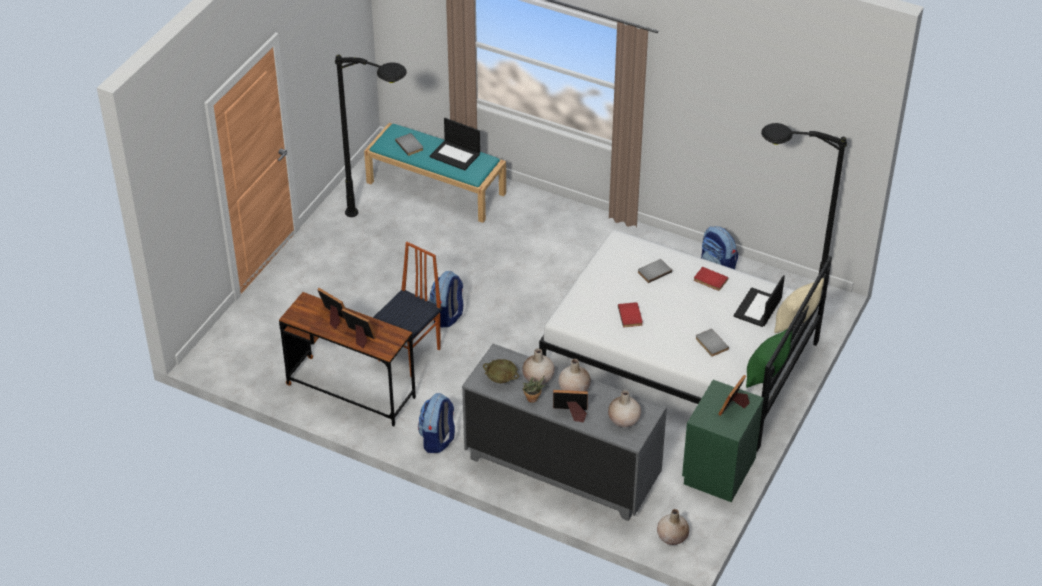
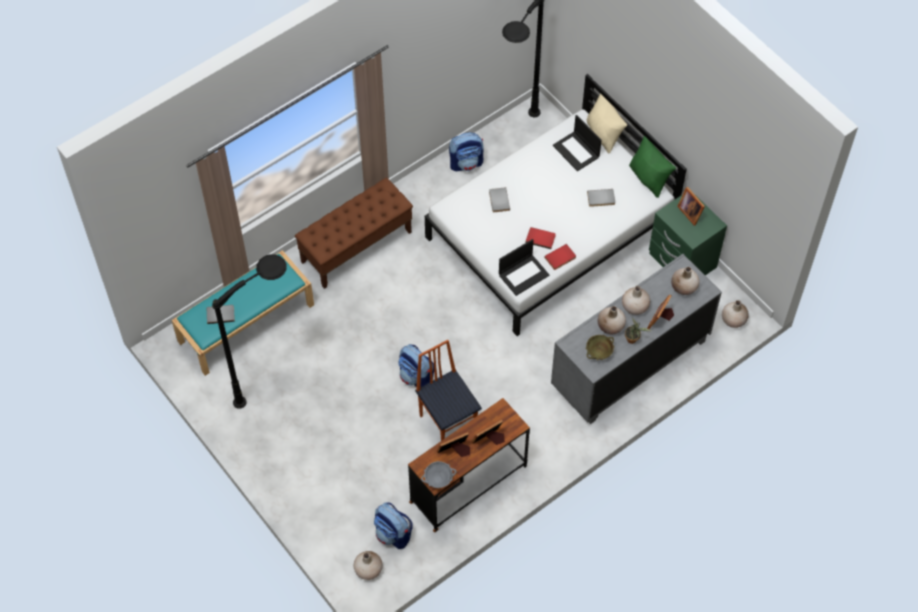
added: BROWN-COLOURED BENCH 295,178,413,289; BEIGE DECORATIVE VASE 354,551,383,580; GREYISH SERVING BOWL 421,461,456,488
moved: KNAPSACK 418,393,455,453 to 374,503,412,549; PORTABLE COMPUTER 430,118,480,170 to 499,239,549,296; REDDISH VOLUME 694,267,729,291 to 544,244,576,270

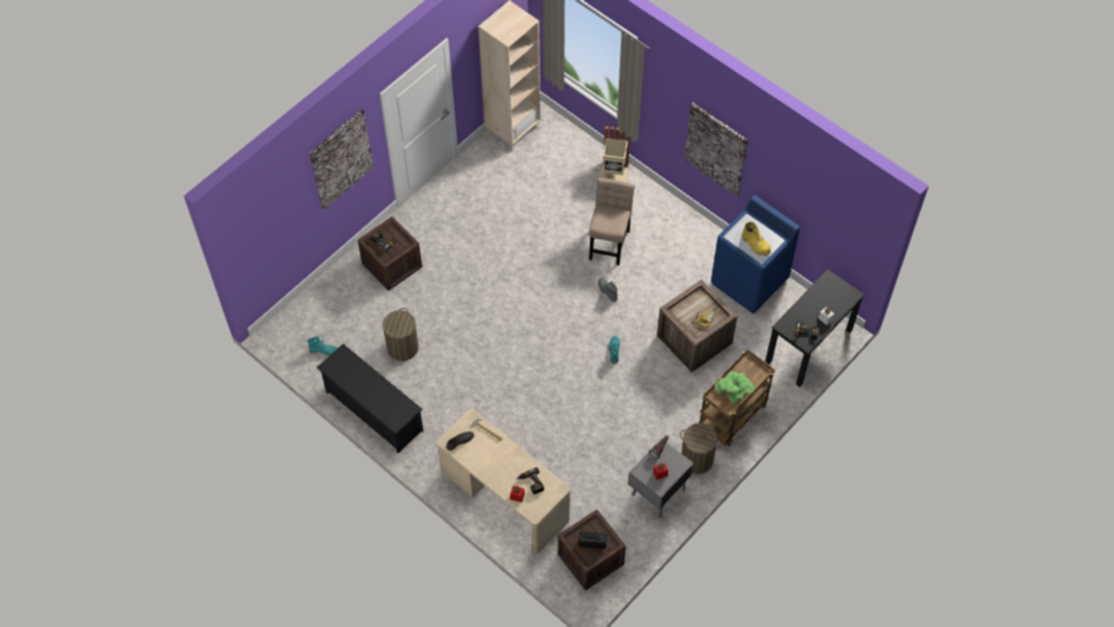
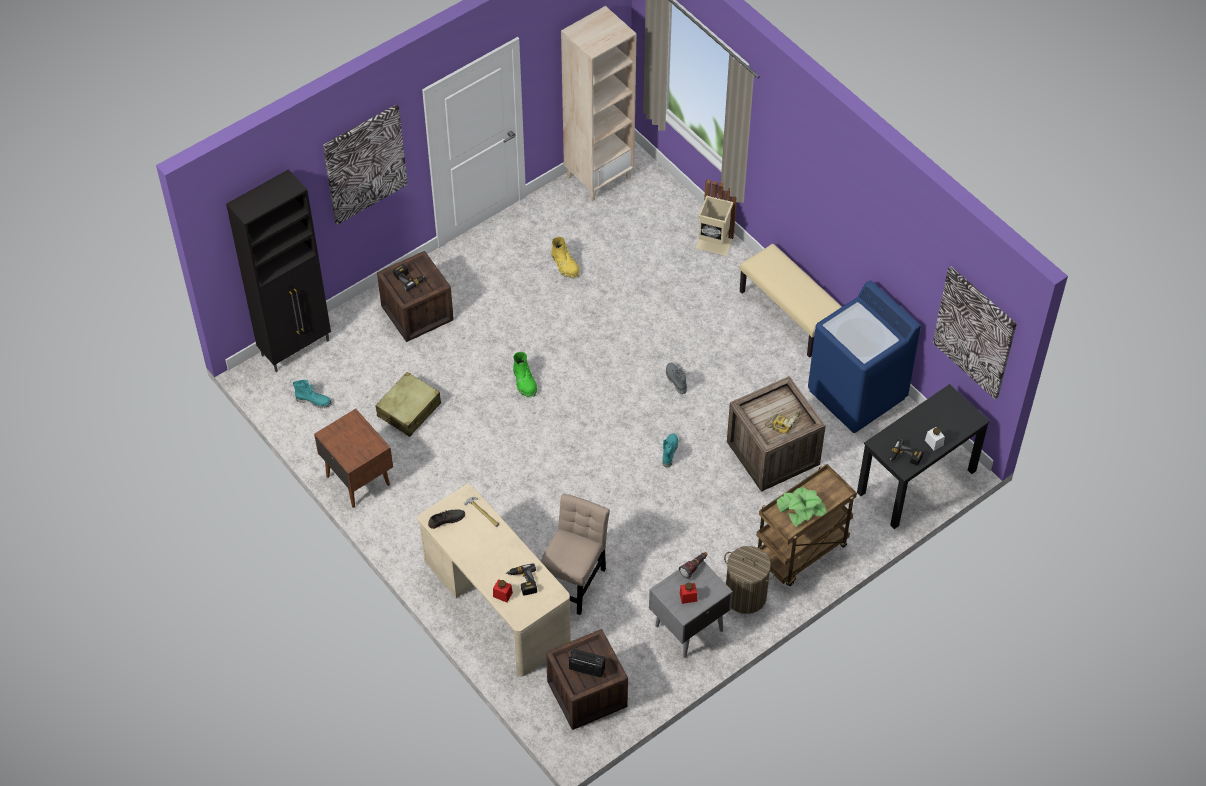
added: BLACK CUPBOARD 226,169,331,372; GREEN-COLOURED HIGH-TOP BOOT 513,352,537,398; BEIGE BENCH 740,244,842,358
moved: BEIGE UPRIGHT CHAIR 589,178,635,265 to 541,494,610,615; WALL PICTURE 684,102,748,196 to 933,266,1017,399; YELLOWISH HIGH-TOP BOOT 741,222,771,256 to 551,237,580,279
replaced: BLACK SHOE STAND 317,344,424,453 to BROWN-COLOURED NIGHT TABLE 314,409,393,508; HAMPER 383,308,419,361 to BEIGE TRAVEL CASE 375,372,441,437

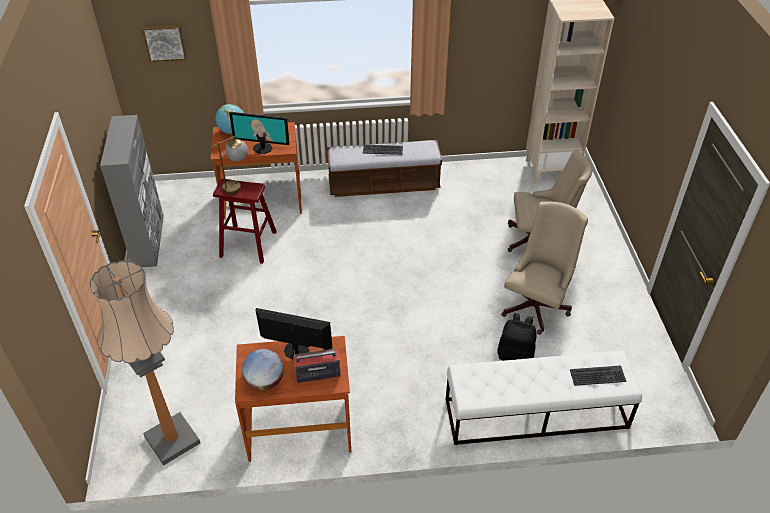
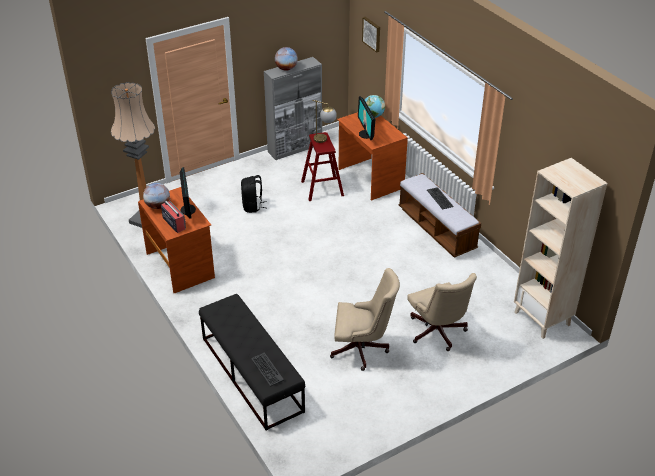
added: WORLD GLOBE 275,47,298,71
moved: BLACK KNAPSACK 498,313,537,361 to 241,175,267,213
recoloured: WHITISH BENCH 446,350,642,445 to BLACK BENCH 199,294,305,431

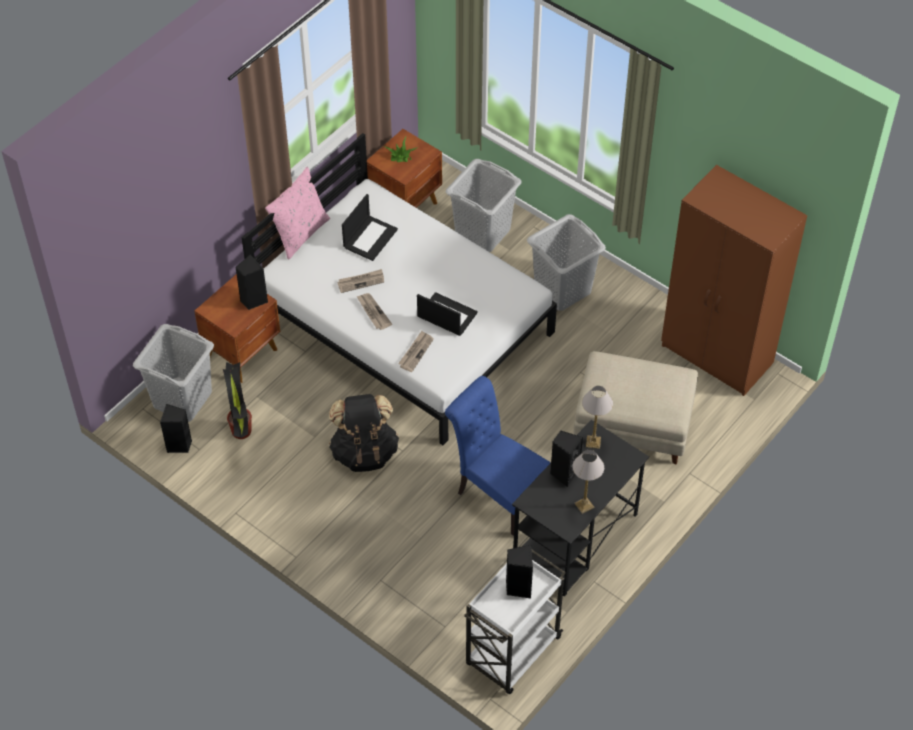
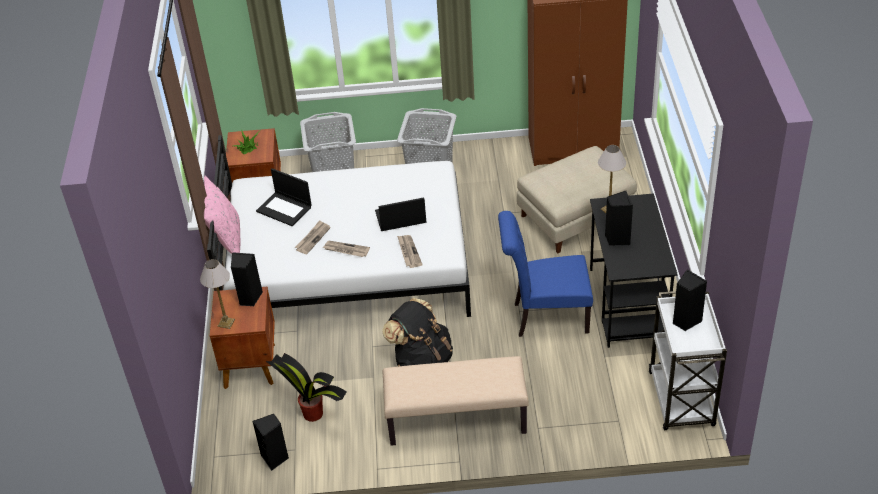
removed: GREYISH HAMPER 133,324,214,422
added: BEIGE BENCH 383,356,529,446
moved: LAMP FOR A TABLE 572,450,604,514 to 200,259,235,329
turned: PORTABLE COMPUTER 342,194,398,261 = 256,168,312,226 135 degrees clockwise

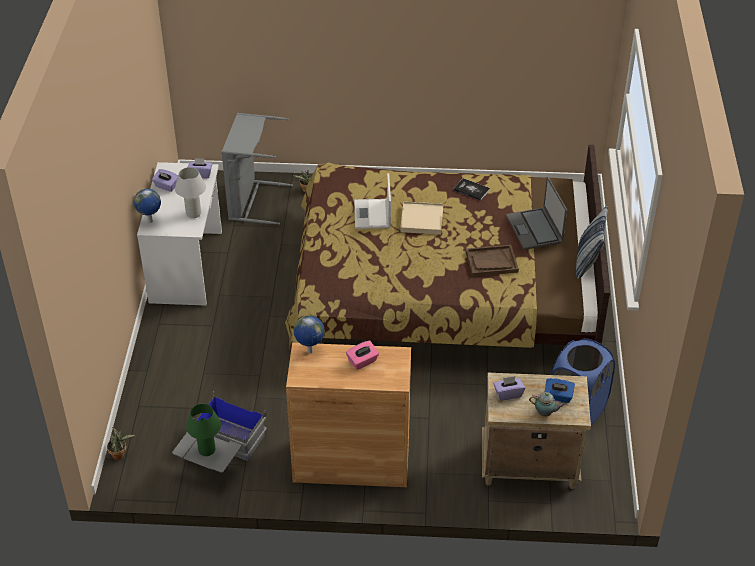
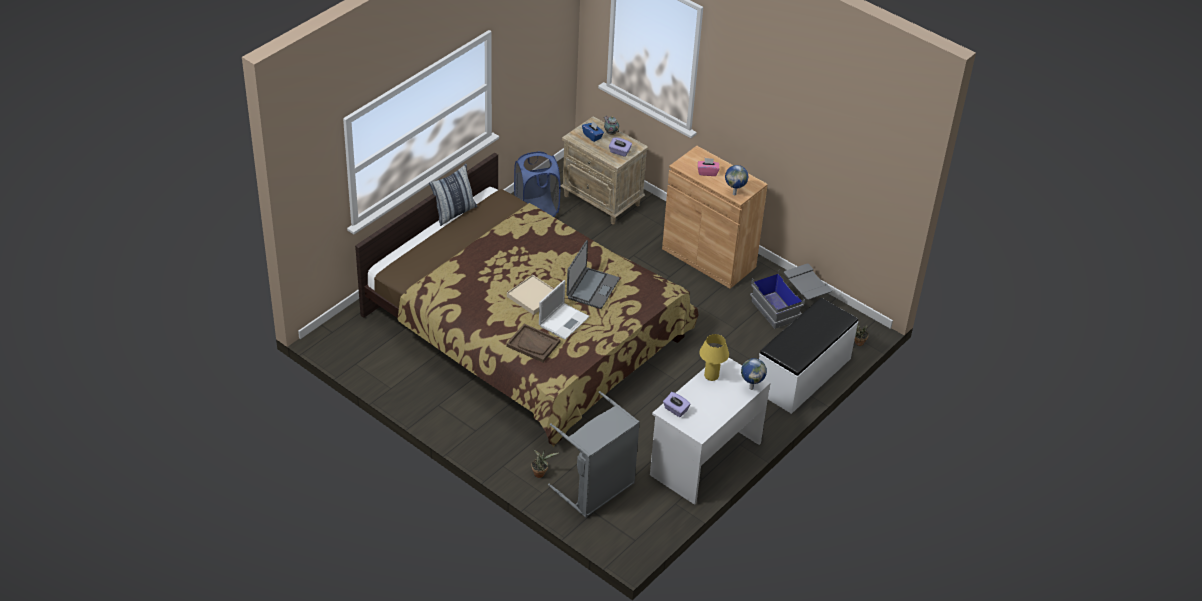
removed: PURPLE-COLOURED BOX OF TISSUES 152,169,178,192; GREEN-COLOURED LAMP FOR A TABLE 186,404,221,456; VOLUME 453,178,490,201
added: WHITISH BENCH 759,298,858,414
moved: BROWN-COLOURED TRAY 466,245,519,277 to 506,324,561,362; PORTABLE COMPUTER 506,177,567,250 to 567,240,619,309
recoloured: WHITISH LAMP FOR A TABLE 175,167,206,218 to YELLOWISH LAMP FOR A TABLE 699,334,729,381

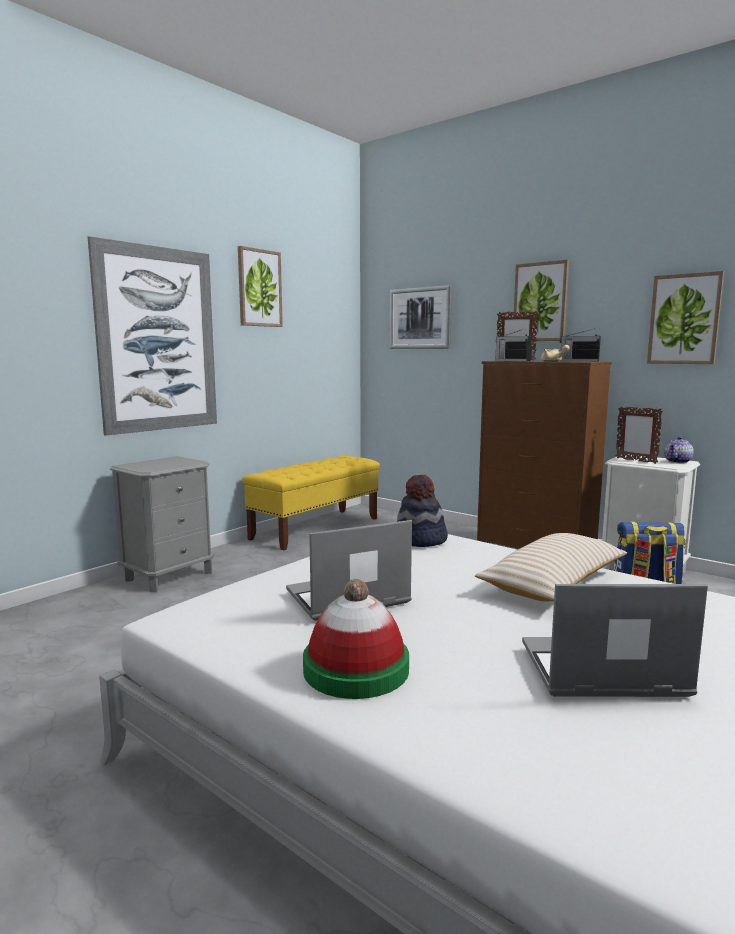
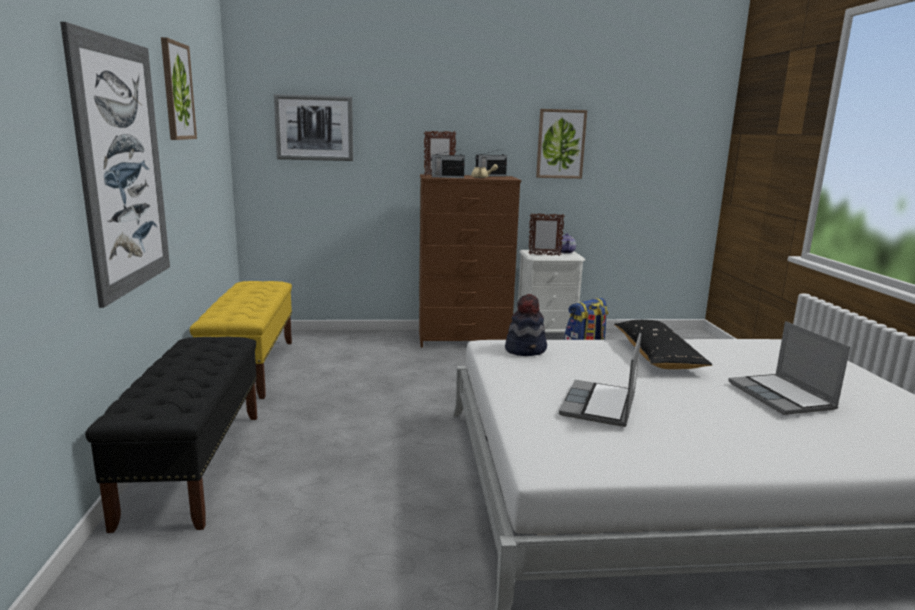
removed: CLOTHING HAT 303,579,409,699; WALL PICTURE 514,260,569,341
replaced: GREYISH NIGHT TABLE 110,456,214,592 to BLACK BENCH 85,336,257,533
recoloured: BEIGE PILLOW 475,533,627,602 to BLACK PILLOW 614,320,712,369
turned: PORTABLE COMPUTER 522,584,708,697 = 728,321,850,415 60 degrees counterclockwise

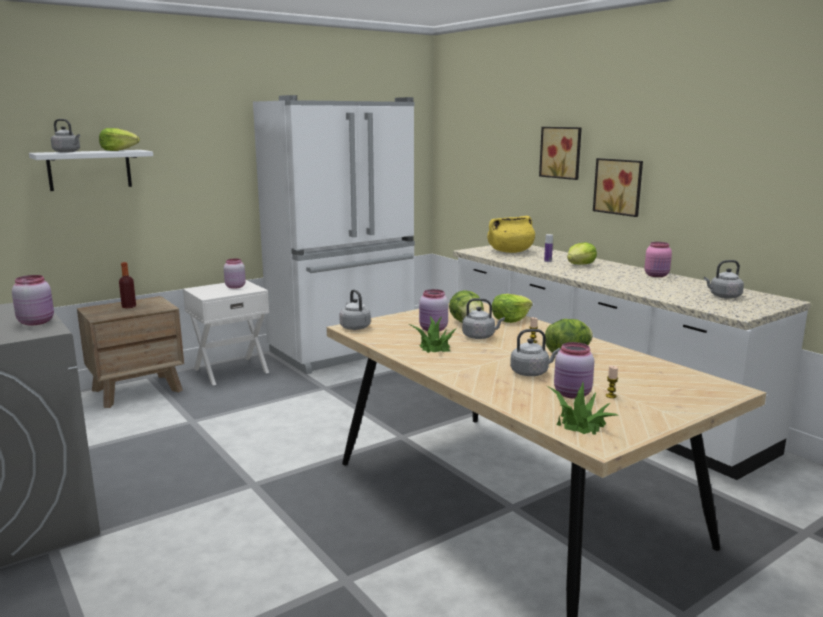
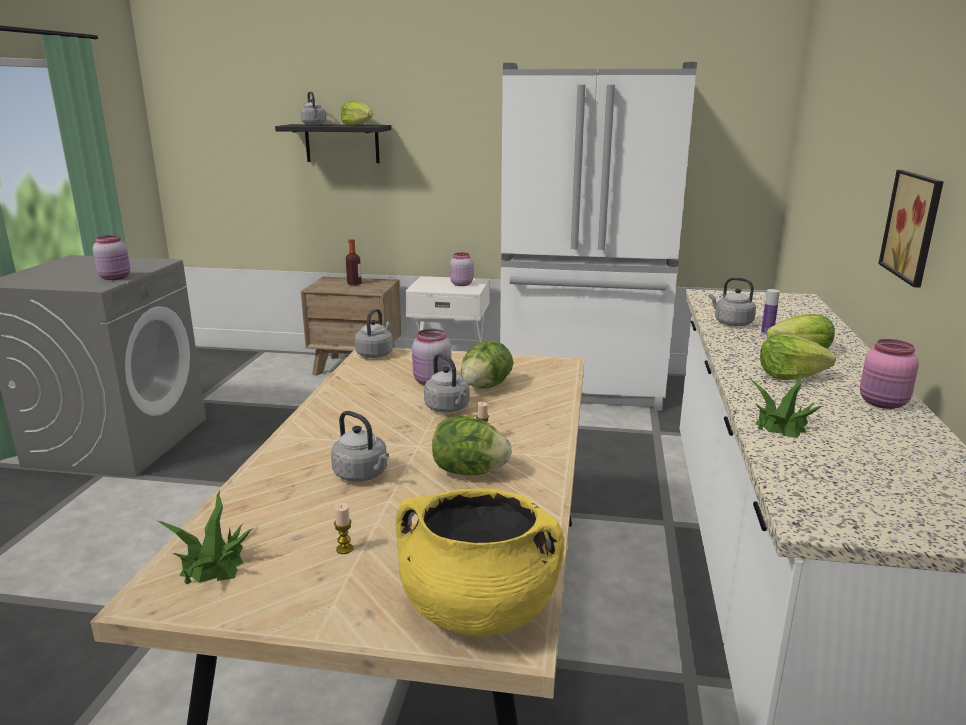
removed: WALL PICTURE 539,127,582,180; PINK STORAGE JAR 554,342,594,399
moved: HOUSEPLANT 409,316,457,353 to 750,375,823,438; YELLOWISH SAUCEPOT 487,216,535,253 to 396,488,564,636; LETTUCE HEAD 492,294,533,323 to 760,334,836,380; GREYISH WATER KETTLE 704,260,744,299 to 709,277,756,326
recoloured: WHITISH SHELF 29,150,153,191 to BLACK SHELF 275,124,391,163

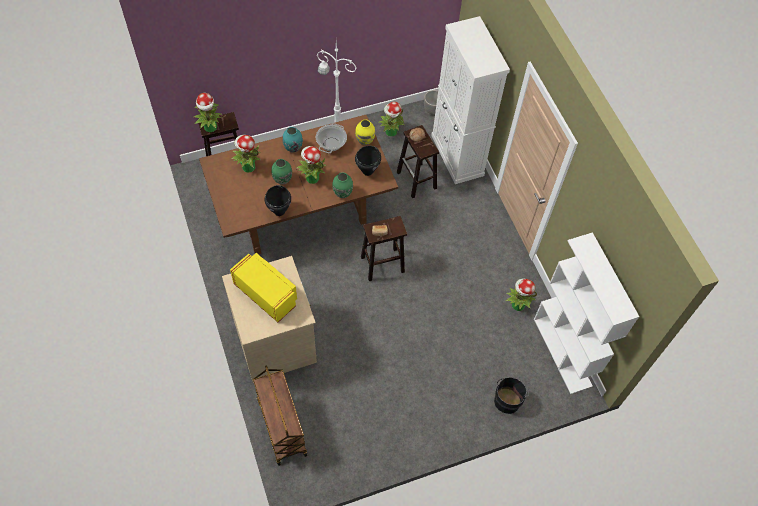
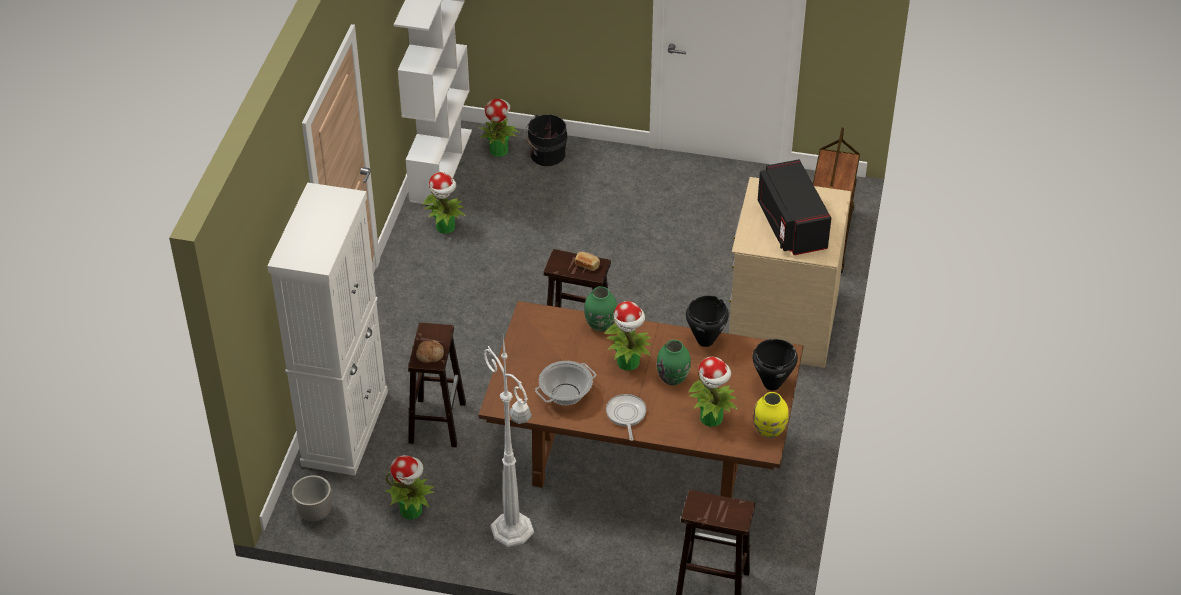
moved: HOUSEPLANT 194,93,221,132 to 480,99,520,157; YELLOWISH DECORATIVE VASE 355,119,375,145 to 753,392,789,438; BLACK SAUCEPOT 355,146,381,176 to 752,339,798,390
replaced: TURQUOISE-COLOURED DECORATIVE VASE 282,127,303,153 to FRYING PAN 606,394,646,441
recoloured: YELLOWISH KITCHEN MICROWAVE 230,253,297,322 to BLACK KITCHEN MICROWAVE 758,159,831,255

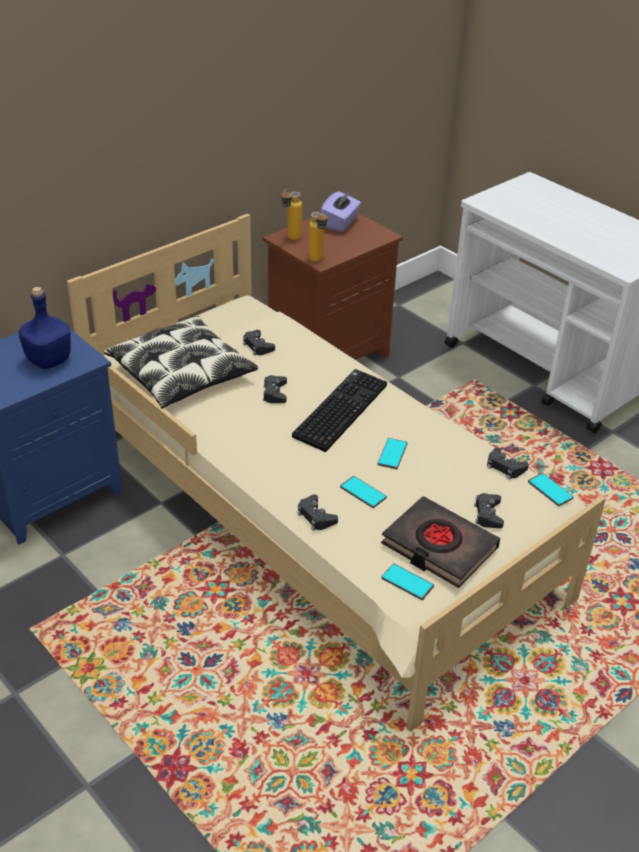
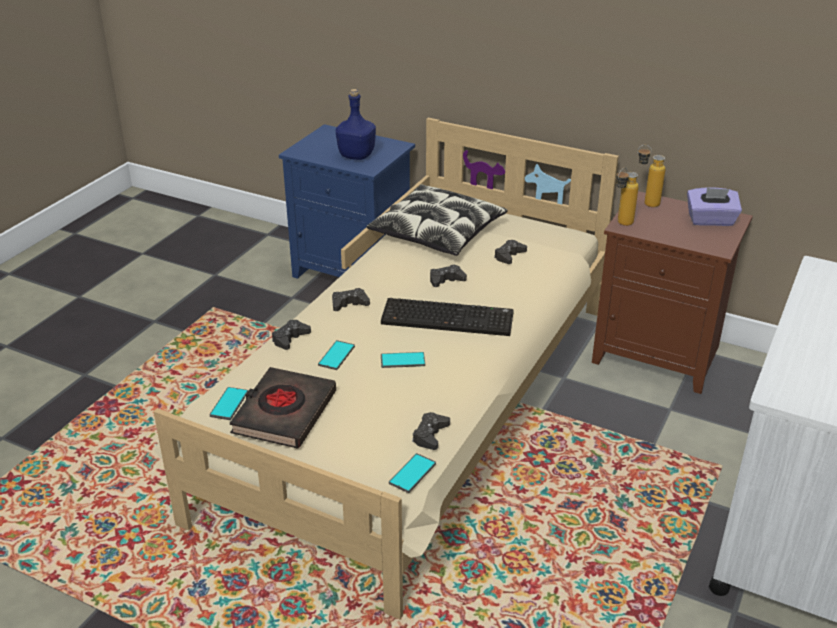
moved: BLACK GAMEPAD 474,493,504,528 to 332,288,370,311

